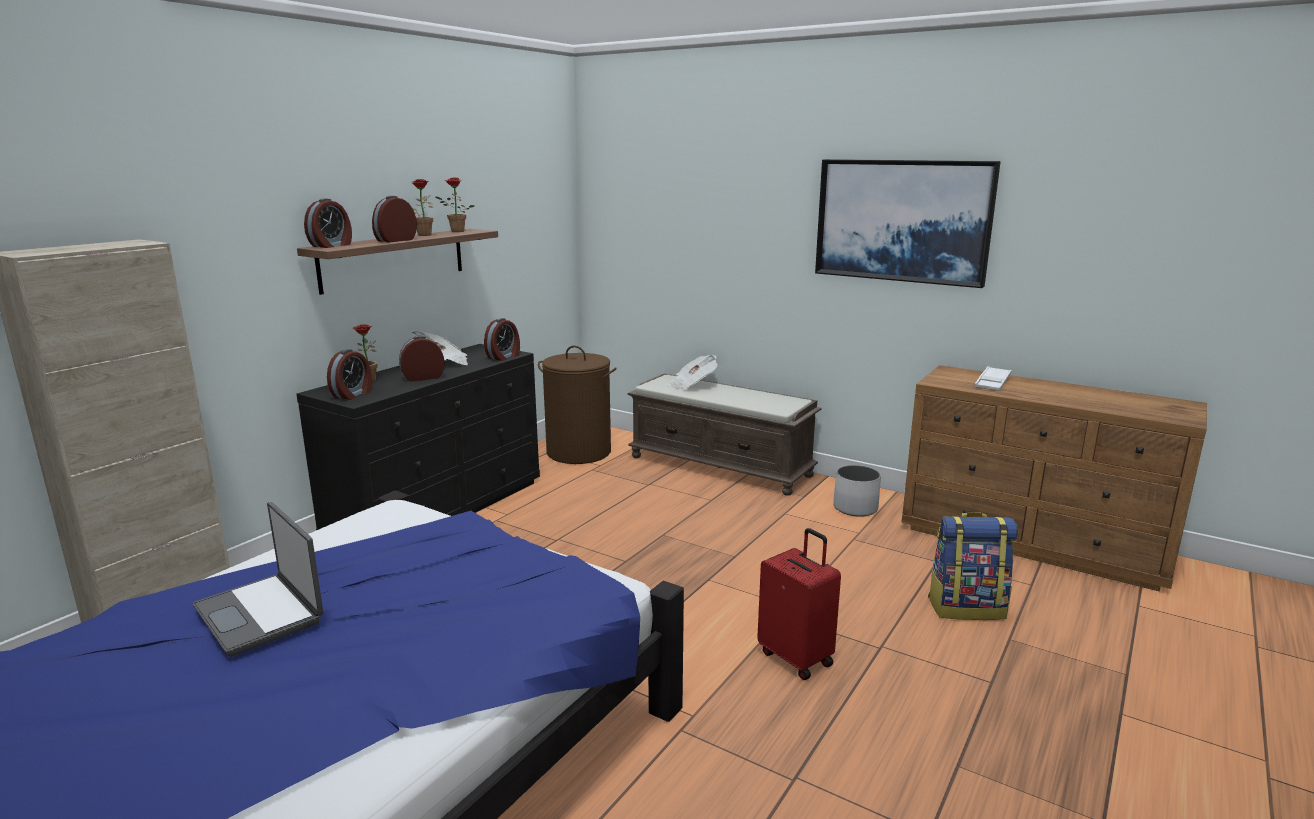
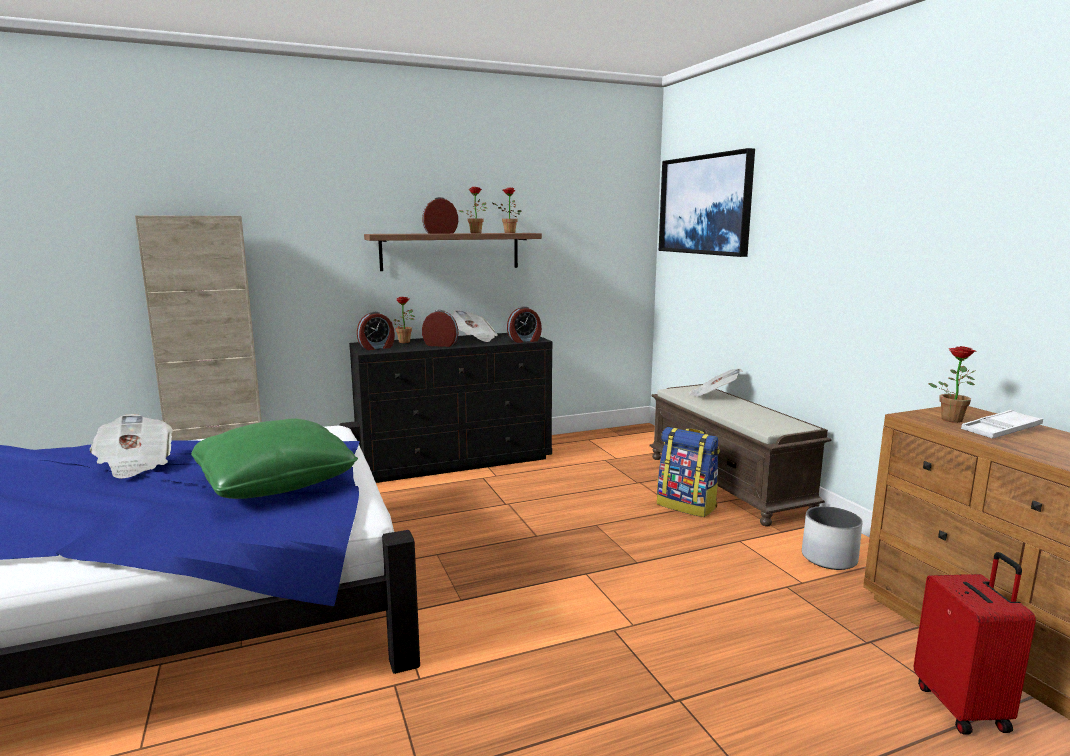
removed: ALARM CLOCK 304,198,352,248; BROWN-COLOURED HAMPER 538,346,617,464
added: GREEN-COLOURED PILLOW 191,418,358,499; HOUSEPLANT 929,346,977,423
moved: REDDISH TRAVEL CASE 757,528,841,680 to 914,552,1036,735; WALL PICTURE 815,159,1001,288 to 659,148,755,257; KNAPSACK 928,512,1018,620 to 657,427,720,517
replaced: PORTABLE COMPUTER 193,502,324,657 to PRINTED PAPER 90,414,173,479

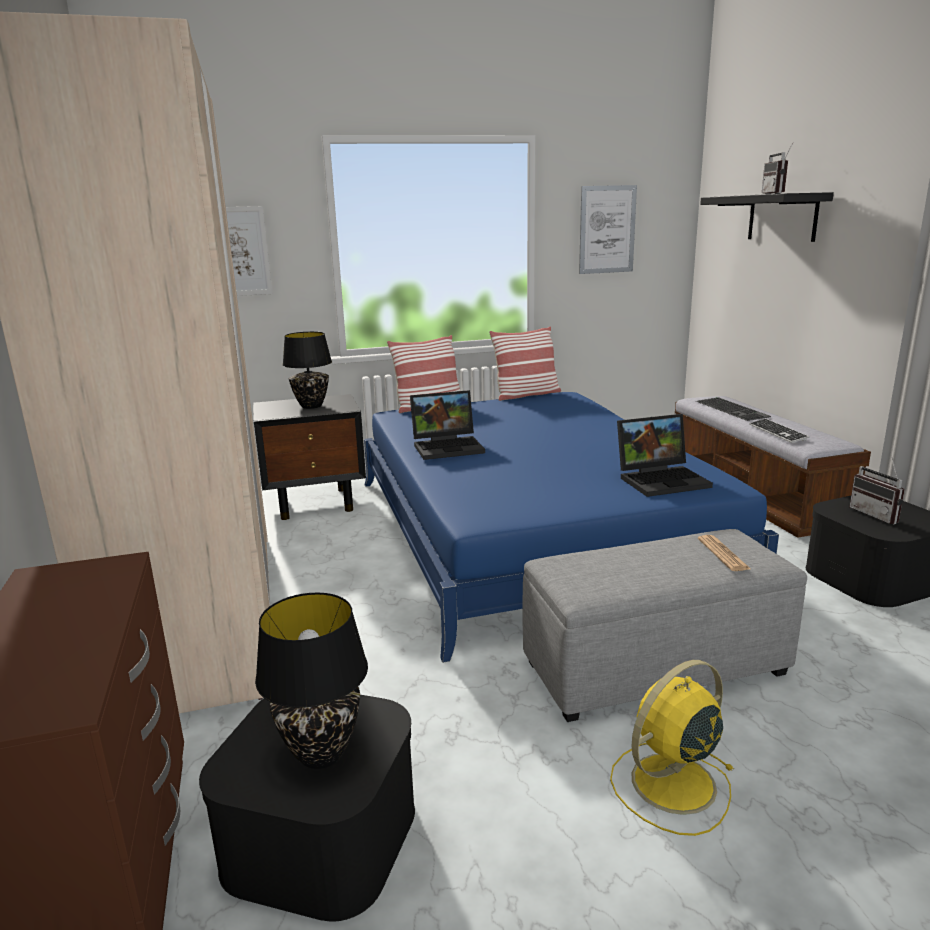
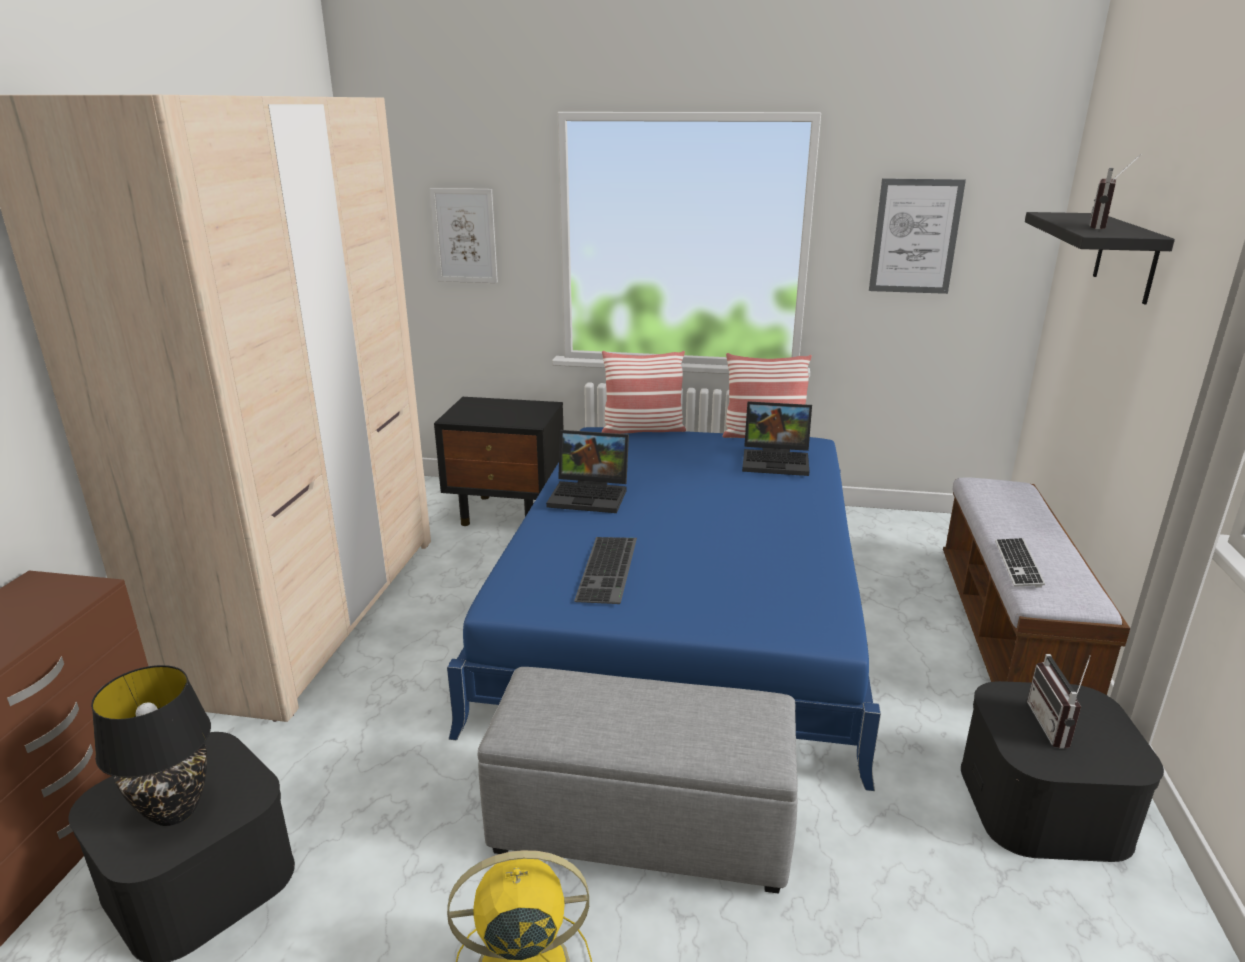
removed: BLACK LAMP FOR A TABLE 283,331,332,409; PRINTED PAPER 698,535,752,571
moved: PORTABLE COMPUTER 617,414,713,497 to 742,401,812,476; COMPUTER KEYBOARD 696,397,771,421 to 574,537,637,604

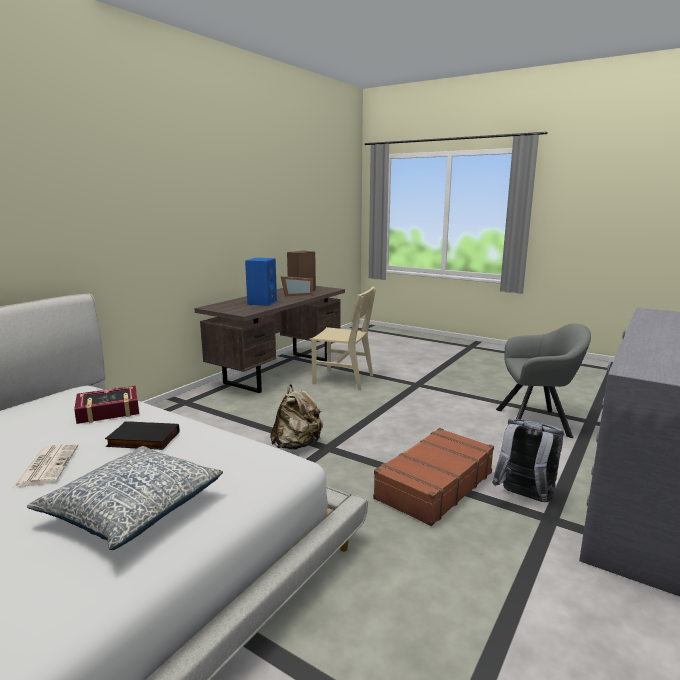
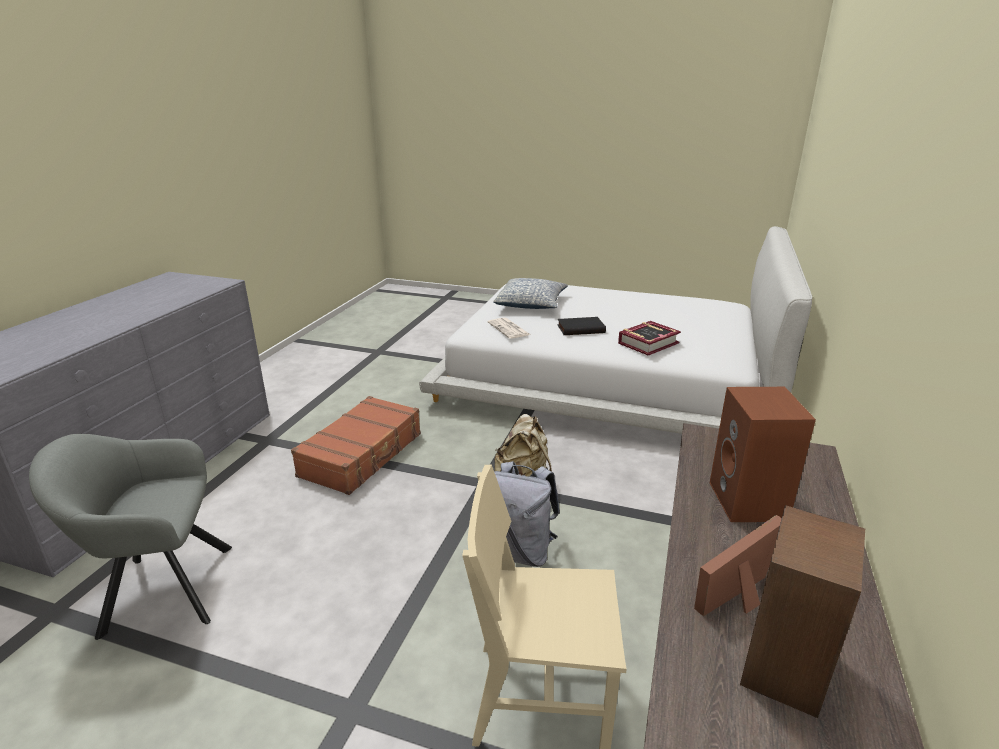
moved: PRINTED PAPER 14,443,79,487 to 488,318,530,339; GREYISH KNAPSACK 492,419,564,502 to 494,461,560,567
recoloured: BLUE SPEAKER 245,258,277,306 to BROWN-COLOURED SPEAKER 710,387,816,522

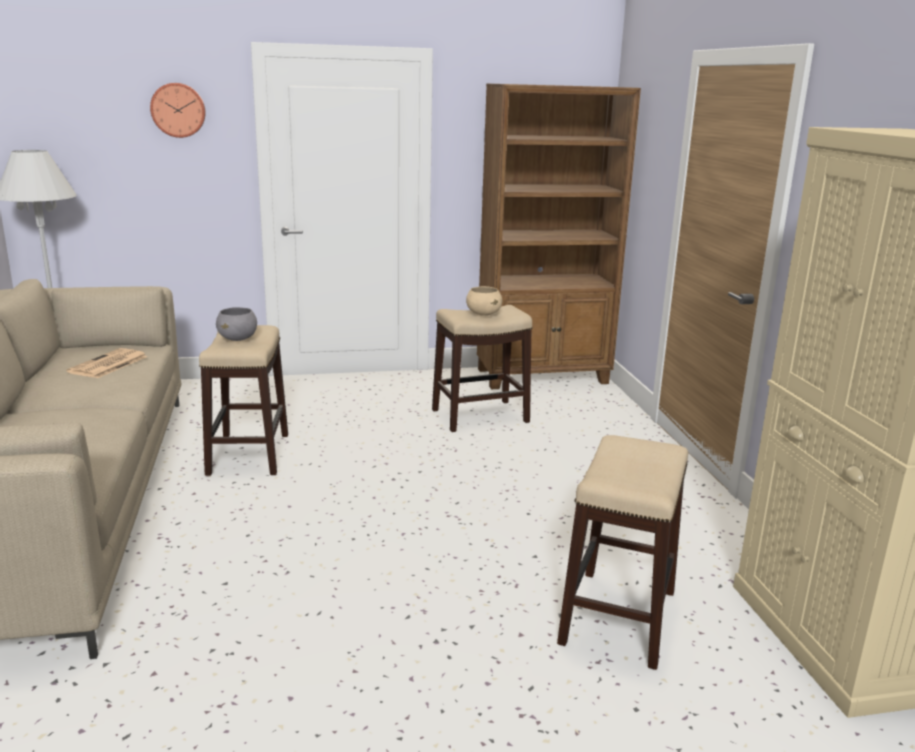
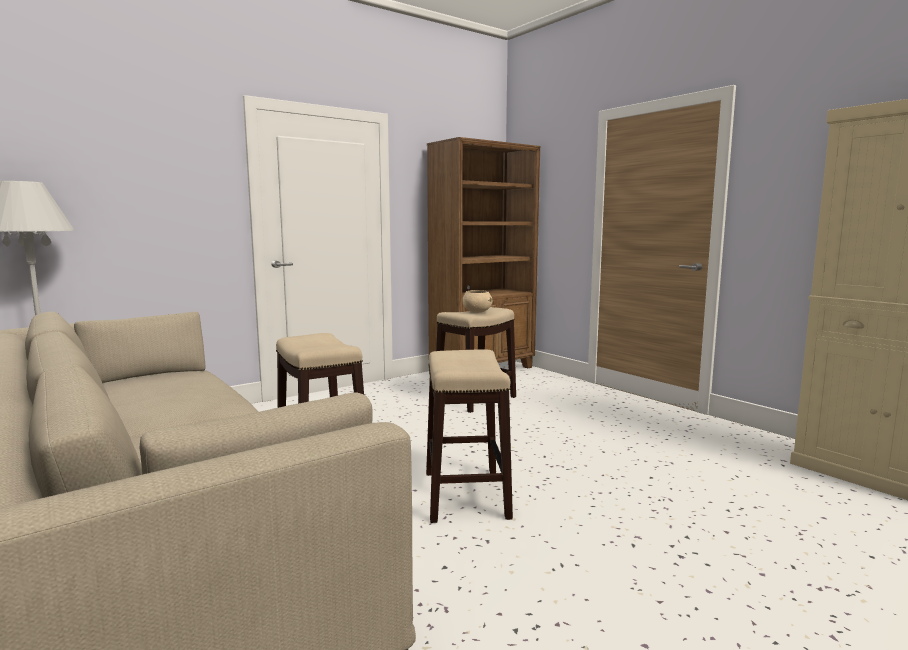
removed: PRINTED PAPER 66,348,148,378; HANGING CLOCK 150,83,206,138; GREYISH SERVING BOWL 216,307,257,341
moved: STOOL SEAT 557,435,688,670 to 426,349,513,523

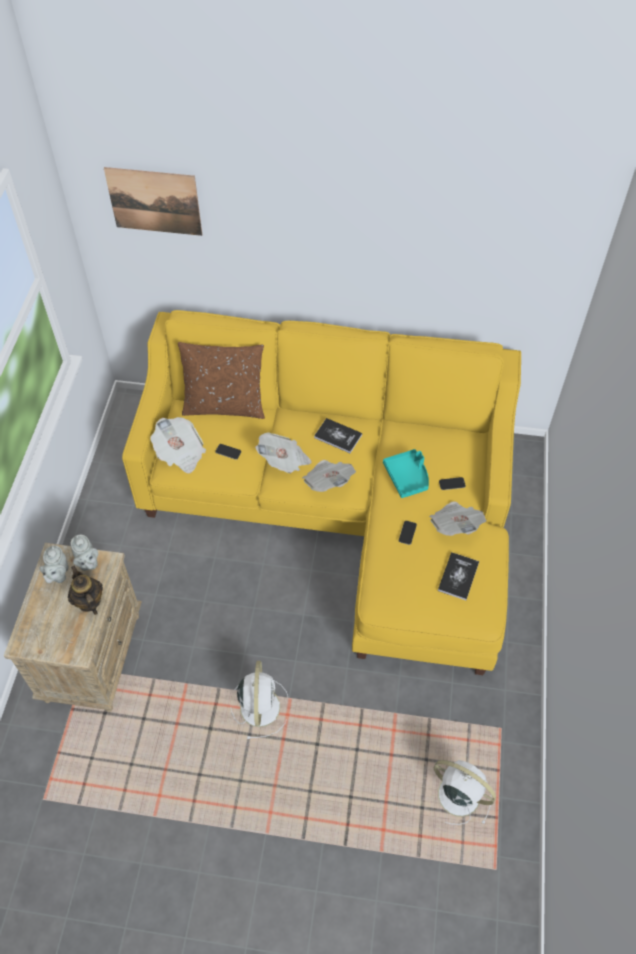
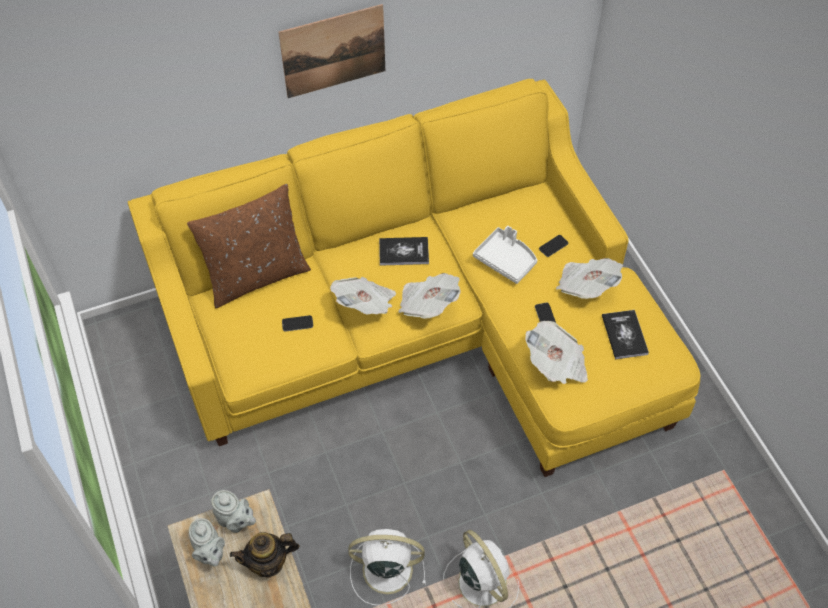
moved: WALL PICTURE 104,167,202,236 to 278,4,385,98; PRINTED PAPER 150,417,206,473 to 525,321,588,384; WHITISH FAN 434,760,496,825 to 348,529,426,605
recoloured: TURQUOISE-COLOURED TRAY 383,449,429,498 to WHITISH TRAY 473,226,537,284
turned: POT FOR TEA 68,566,103,615 = 230,532,300,577 45 degrees counterclockwise

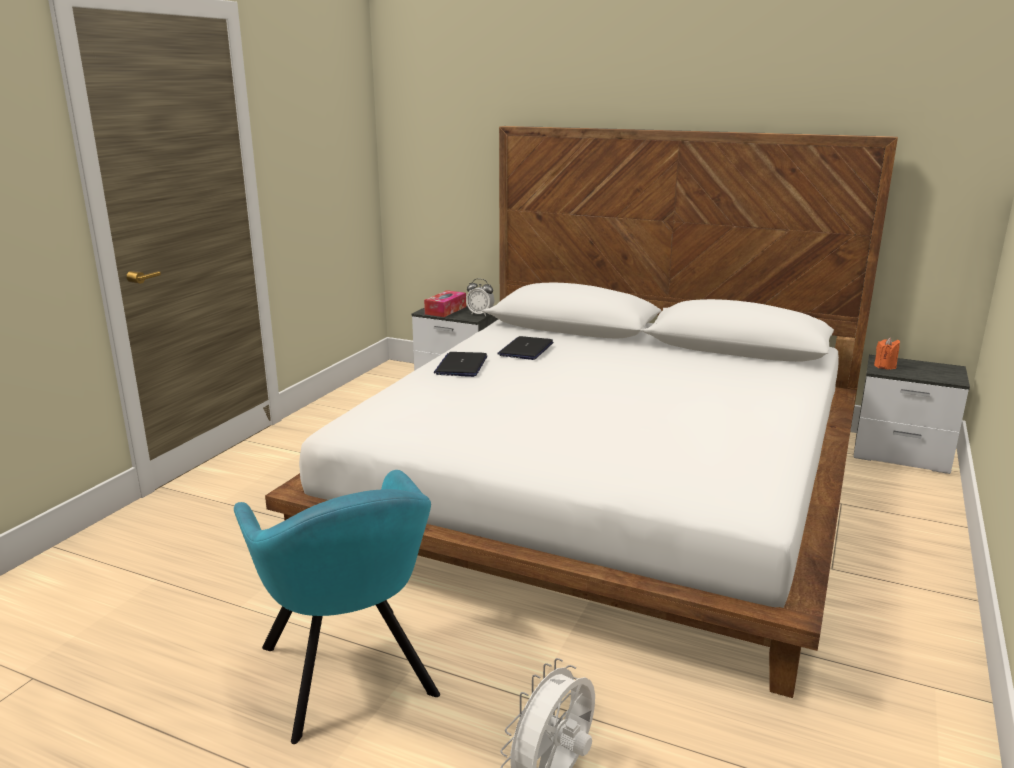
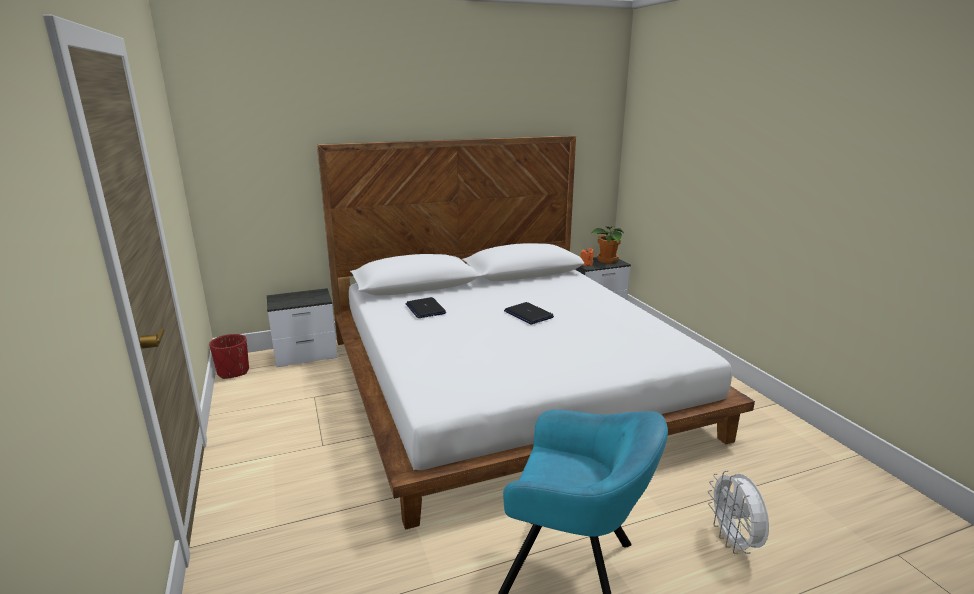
removed: BOX OF TISSUES 424,290,466,317; ALARM CLOCK 466,278,494,316
added: REDDISH PLANT POT 209,334,249,379; HOUSEPLANT 591,226,624,263
moved: PORTABLE COMPUTER 434,352,487,377 to 504,302,554,325

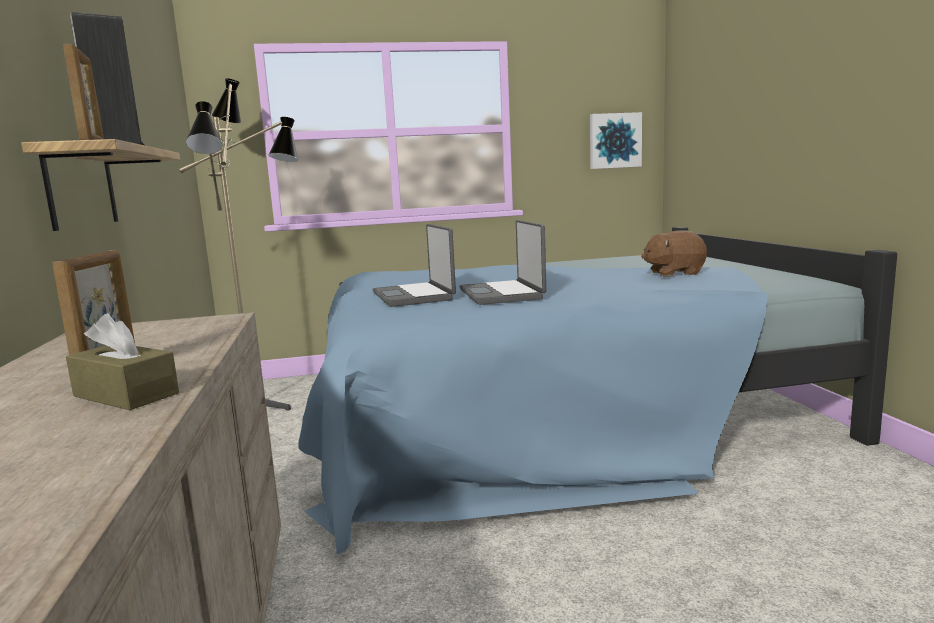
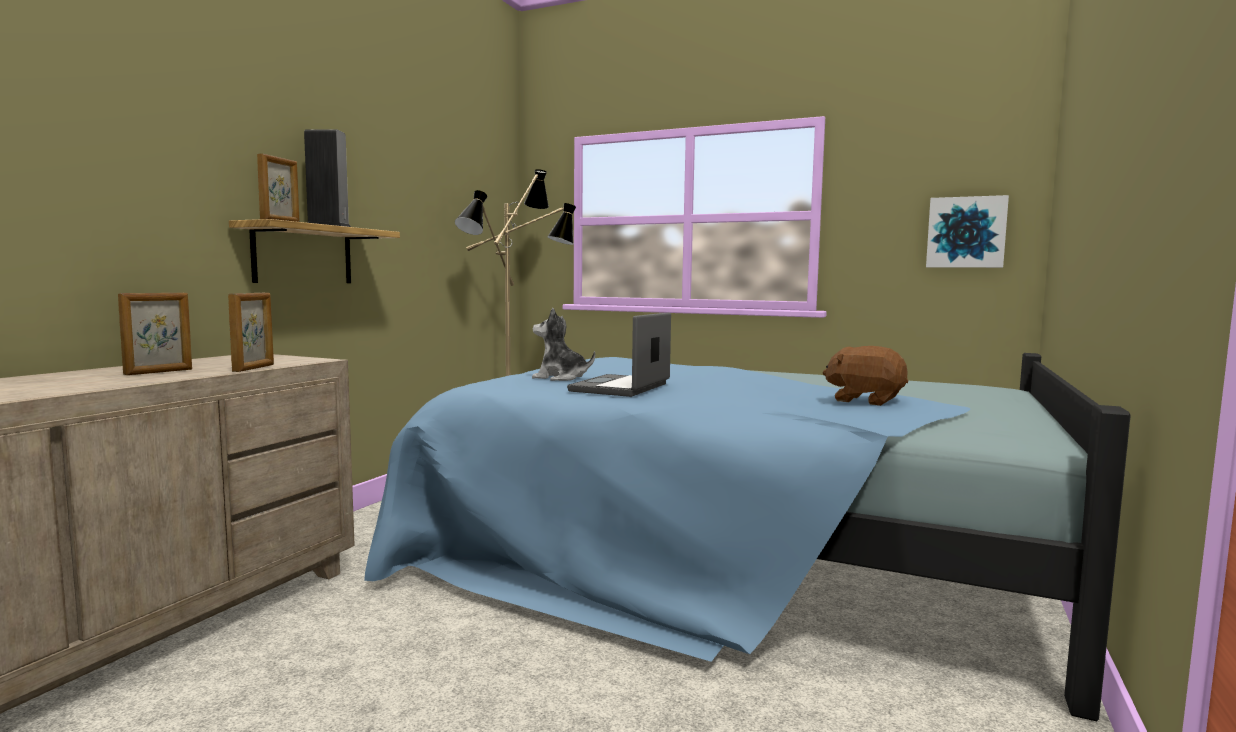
removed: BROWN-COLOURED BOX OF TISSUES 66,313,179,410
added: STANDING FRAME 228,293,274,372
replaced: PORTABLE COMPUTER 373,224,456,307 to PLUSH TOY 532,308,595,381

